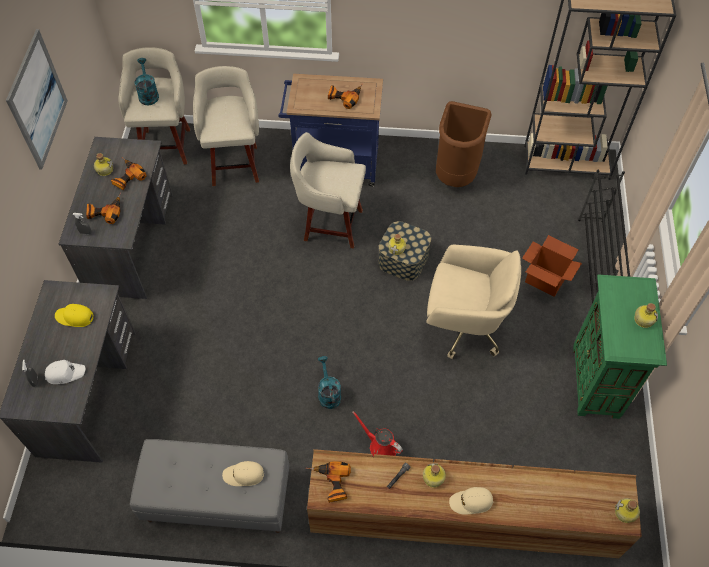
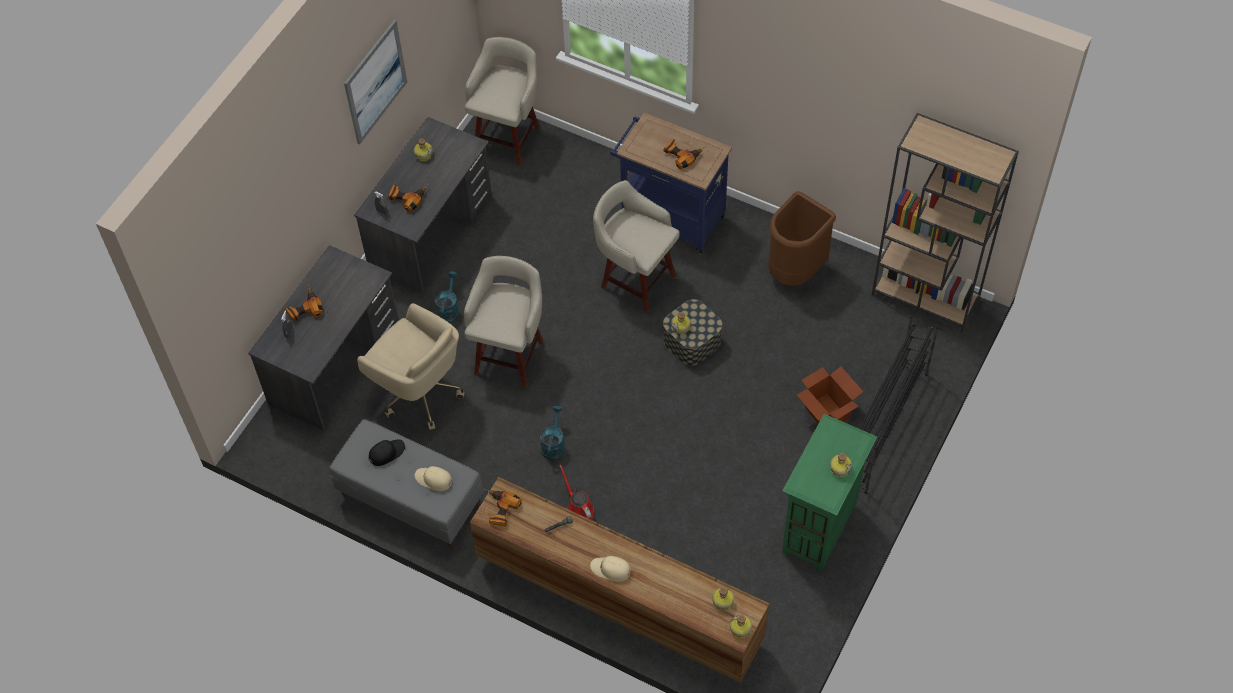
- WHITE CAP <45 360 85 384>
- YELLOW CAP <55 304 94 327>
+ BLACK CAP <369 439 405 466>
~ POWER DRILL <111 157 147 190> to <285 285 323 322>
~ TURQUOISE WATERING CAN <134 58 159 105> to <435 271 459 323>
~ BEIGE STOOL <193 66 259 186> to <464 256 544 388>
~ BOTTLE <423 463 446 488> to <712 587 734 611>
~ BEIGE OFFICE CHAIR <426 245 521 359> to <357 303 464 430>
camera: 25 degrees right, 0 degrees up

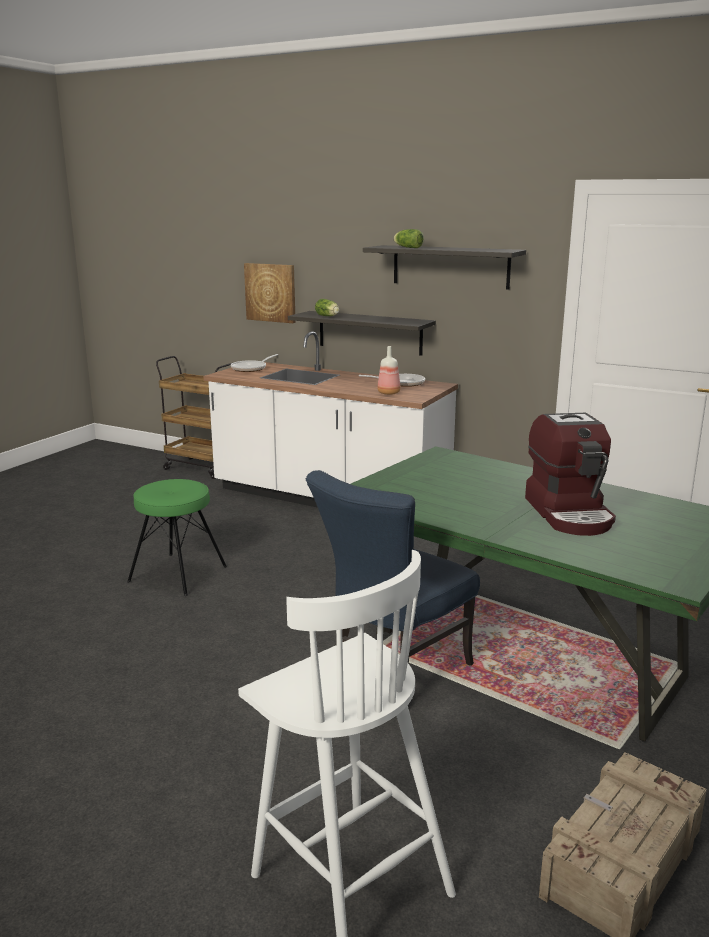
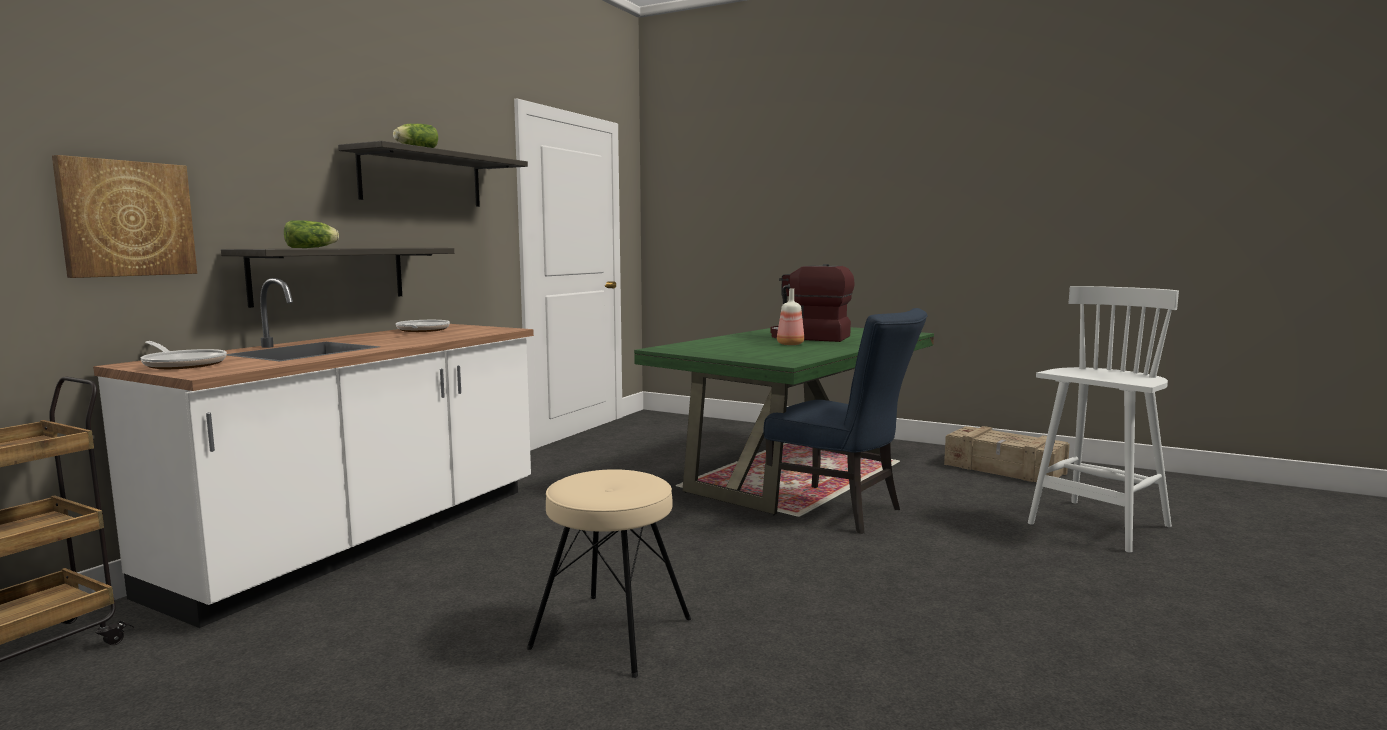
~ BOTTLE <377 346 401 395> to <777 288 804 345>
~ GREEN STOOL <127 479 227 596> to BEIGE STOOL <527 469 691 678>
~ COFFEE MACHINE <525 413 616 536> = <770 264 855 342> 150 degrees counterclockwise
camera: 90 degrees left, 10 degrees down

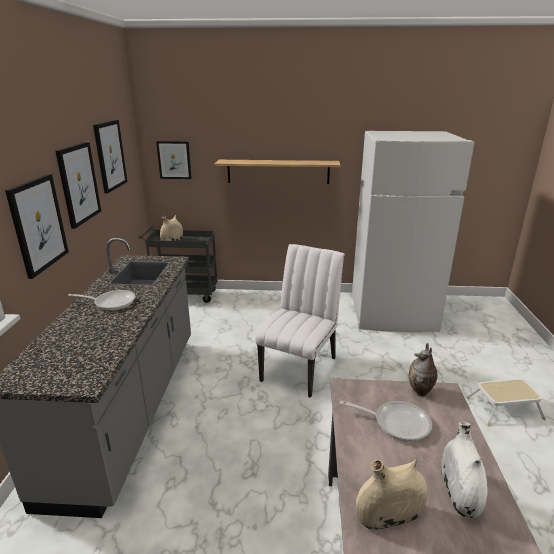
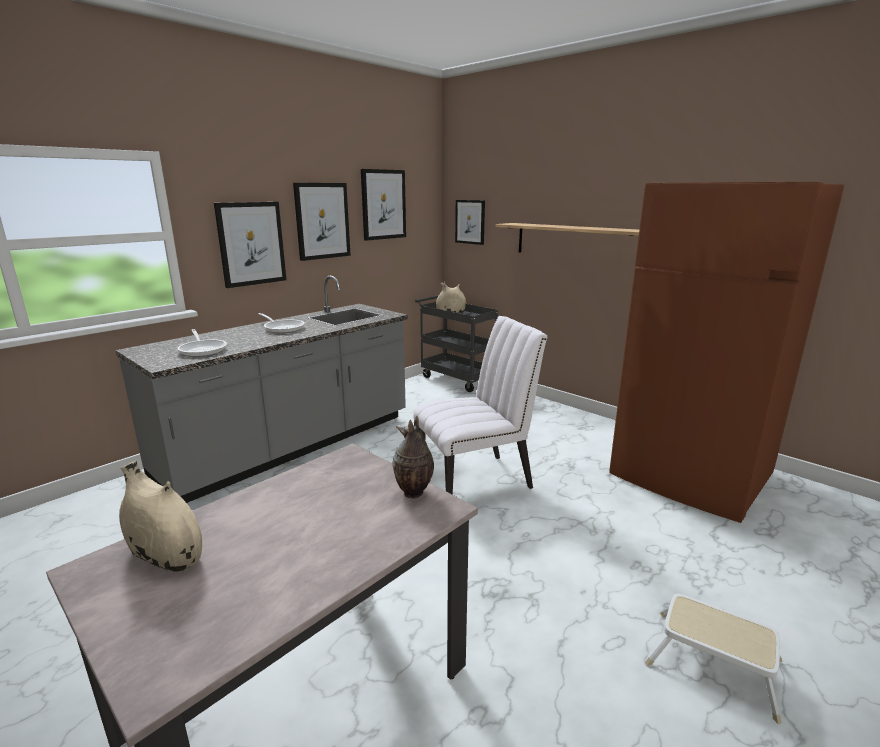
- WHITE VASE <442 422 487 518>
~ FRYING PAN <340 401 432 442> to <178 329 227 357>
~ WHITE FRIDGE <352 131 474 332> to BROWN FRIDGE <609 182 844 523>
camera: 40 degrees right, 5 degrees down

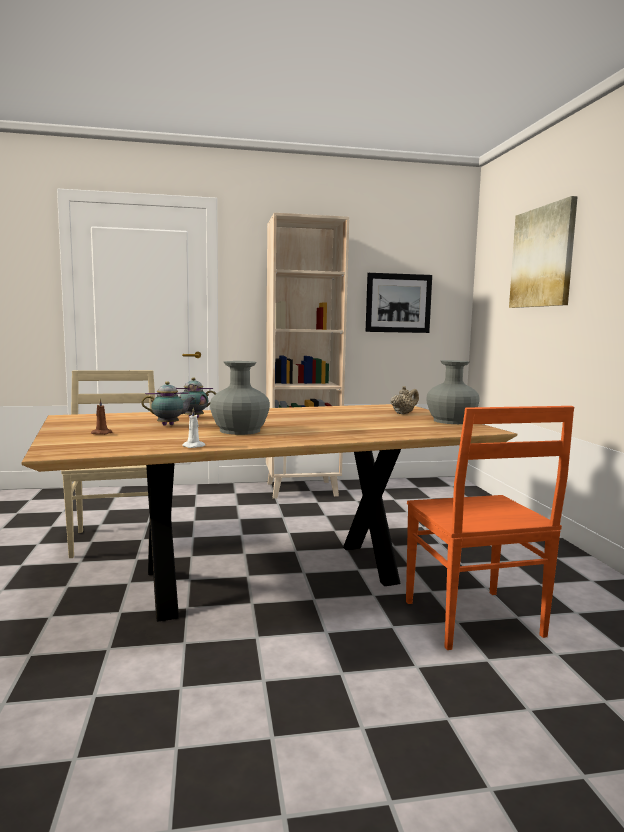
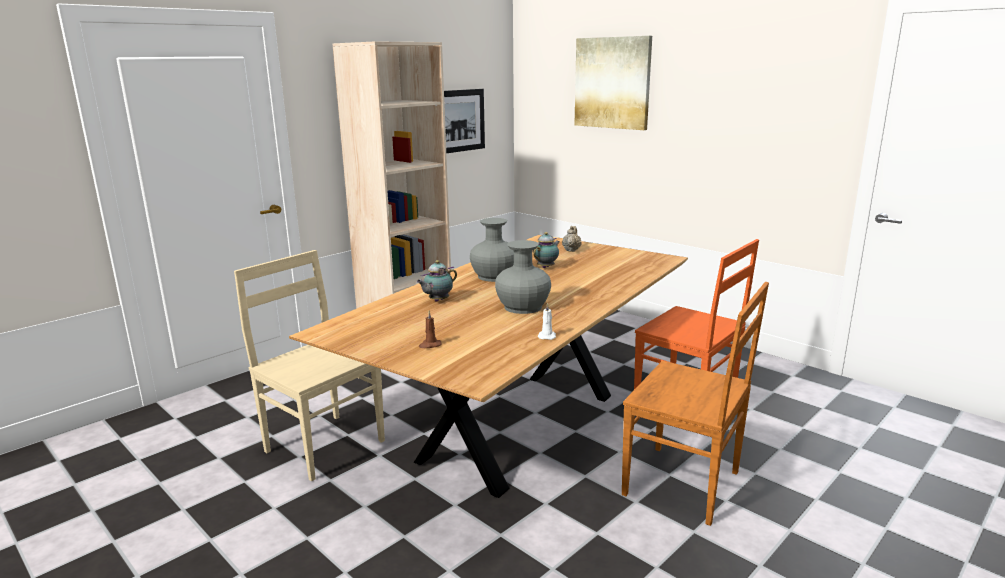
+ BROWN CHAIR <622 282 769 526>
~ TEAPOT <141 381 195 426> to <533 232 560 268>
~ GREY VASE <426 360 480 424> to <470 218 514 282>
camera: 35 degrees left, 10 degrees up

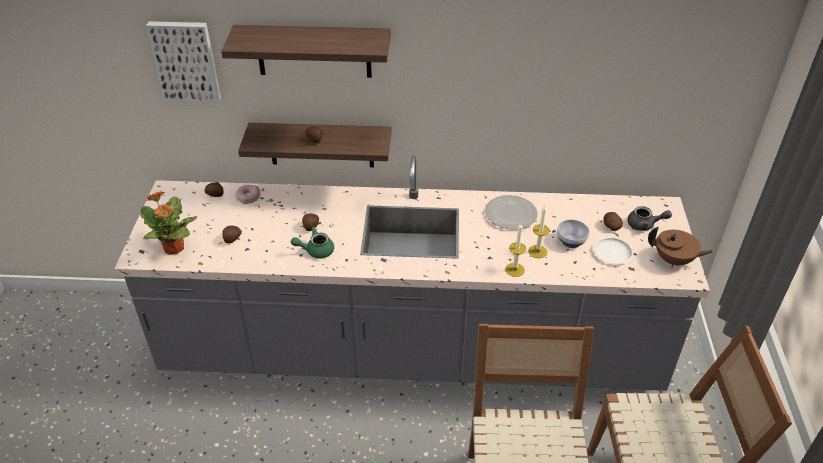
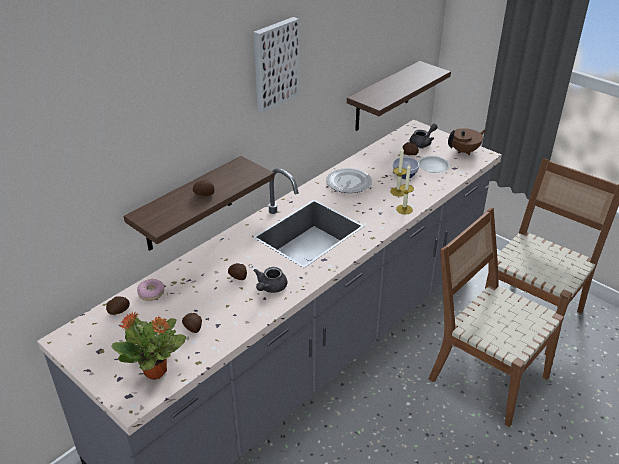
~ PICTURE <146 21 221 103> to <254 17 300 112>
~ SHELF <221 25 391 78> to <347 61 451 131>
~ GREEN TEAPOT <291 227 334 259> to GREY TEAPOT <253 267 287 293>
camera: 50 degrees left, 5 degrees down

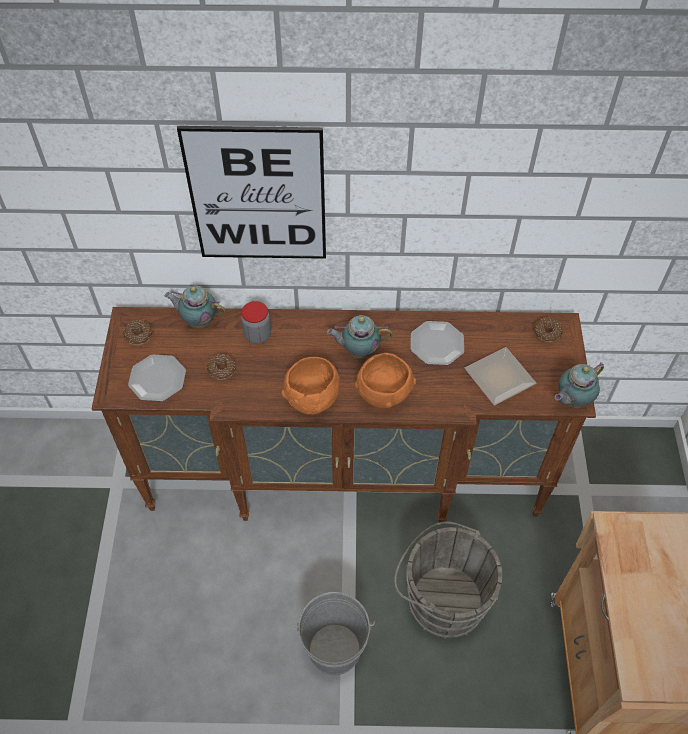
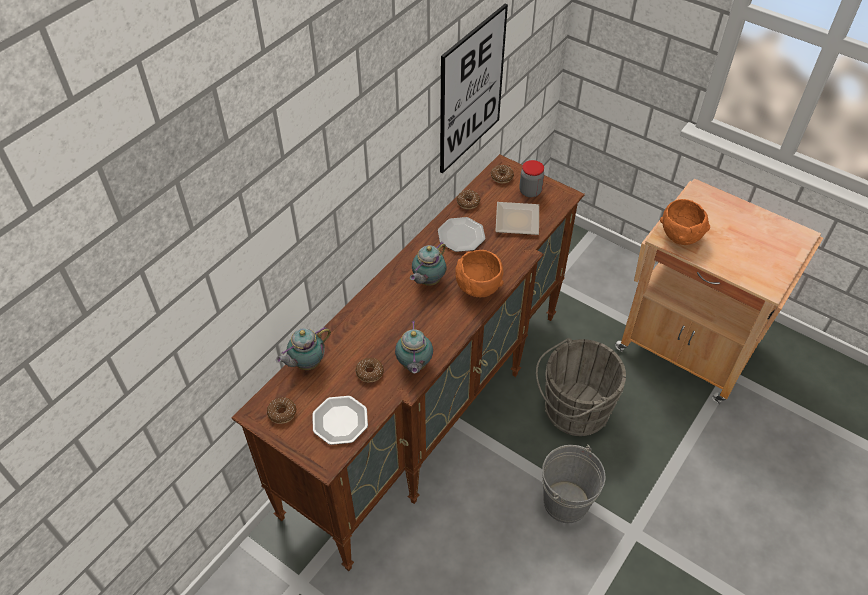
+ DONUT <456 190 480 209>
~ PICTURE <177 126 326 259> to <440 3 508 174>
~ JAR <241 301 271 344> to <519 160 544 197>
~ ORANGE BOWL <281 357 340 415> to <660 199 710 245>
~ TEAPOT <555 362 604 408> to <395 320 433 373>
camera: 55 degrees left, 5 degrees down

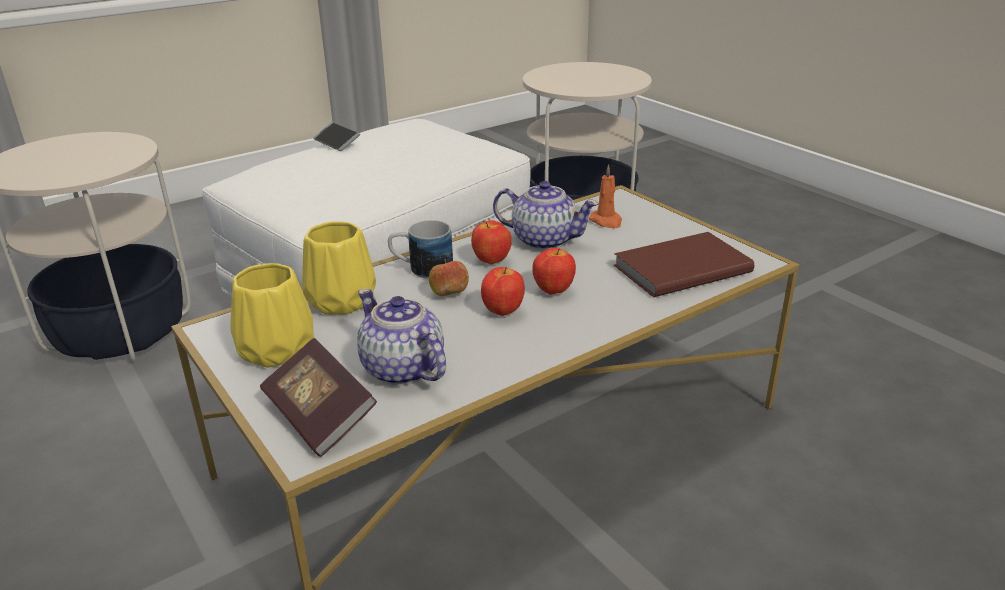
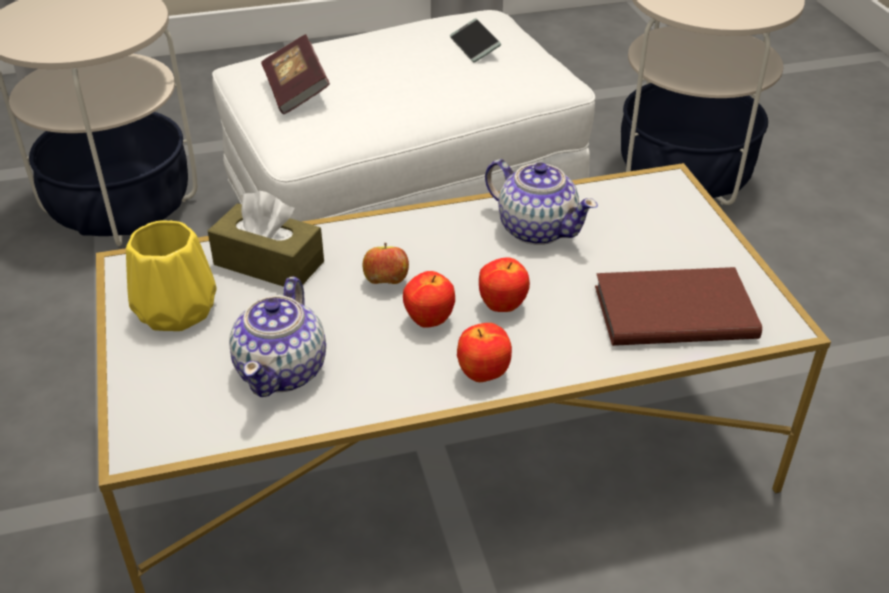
- MUG <388 220 453 279>
- ORANGE CANDLE <589 164 622 228>
~ BOOK <260 338 377 457> to <261 34 330 114>
~ PHONE <313 122 360 151> to <450 18 501 63>
~ APPLE <471 220 512 264> to <457 323 512 382>
~ YELLOW VASE <302 221 376 315> to BROWN TISSUE BOX <208 191 324 287>
~ TEAPOT <357 289 446 385> = <229 277 326 397> 150 degrees counterclockwise
camera: 20 degrees right, 10 degrees up

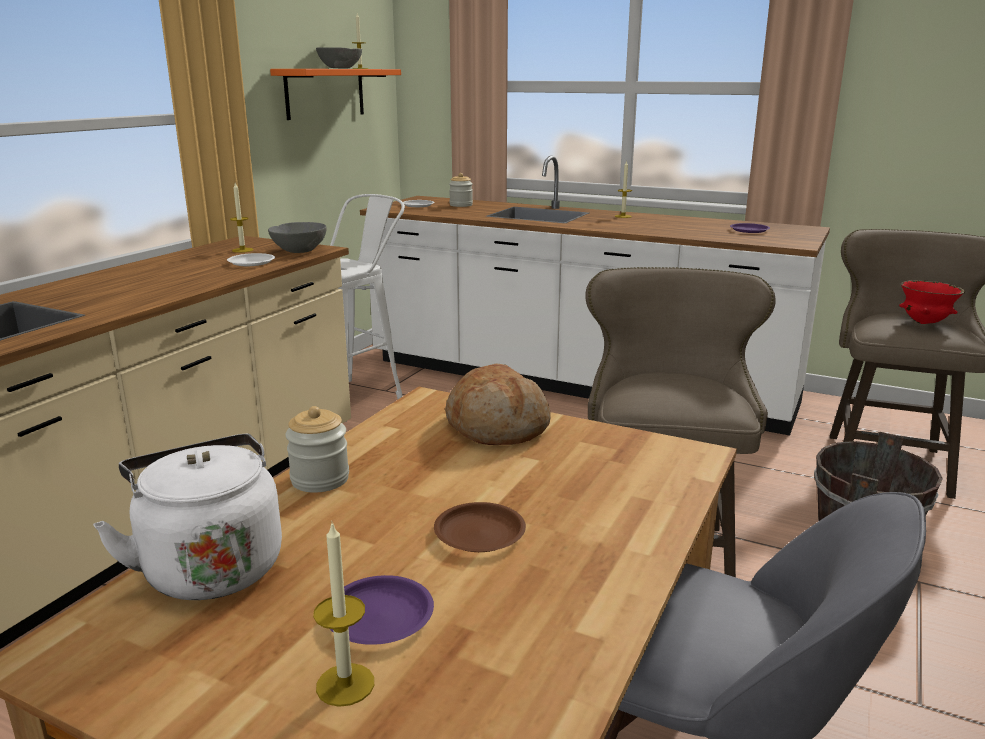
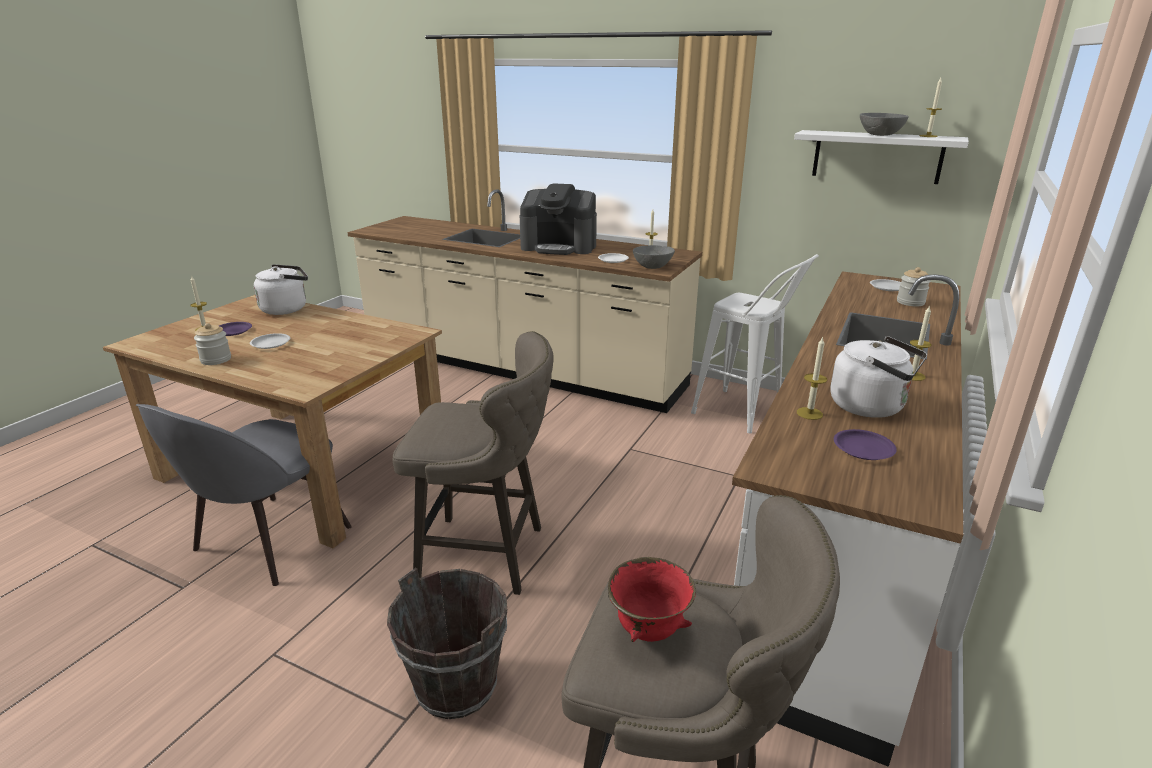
- BREAD <445 363 551 445>
+ COFFEE MACHINE <520 183 597 255>
+ CANDLE <797 336 827 420>
+ WHITE KETTLE <830 336 927 418>
~ JAR <285 406 349 493> to <194 323 231 365>
~ ORANGE SHELF <270 69 401 120> to WHITE SHELF <794 130 969 184>
~ BROWN PLATE <434 502 526 552> to WHITE PLATE <250 333 290 349>
camera: 90 degrees right, 5 degrees up

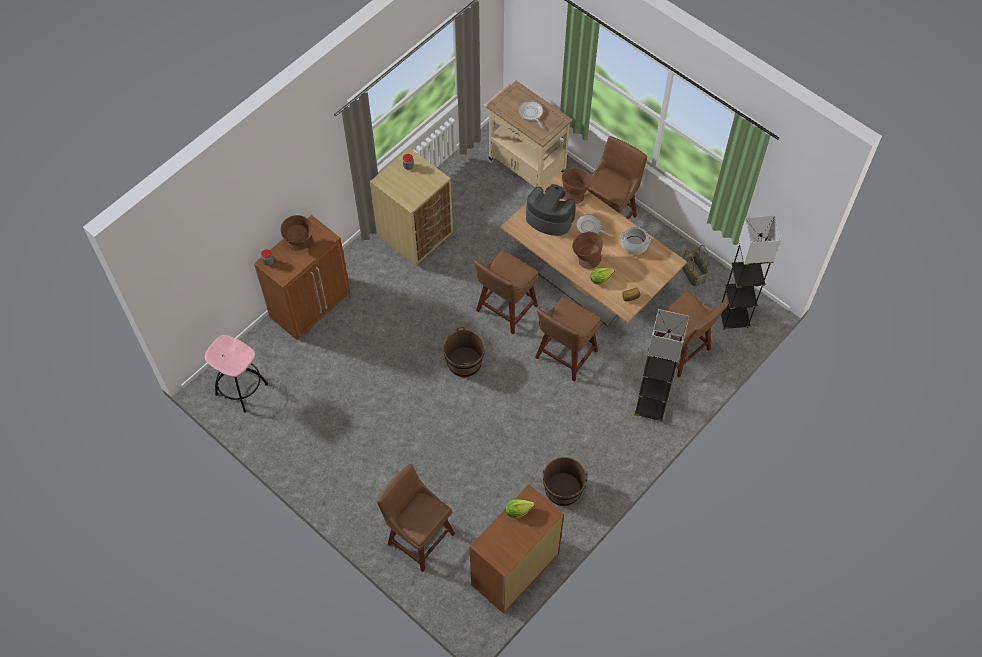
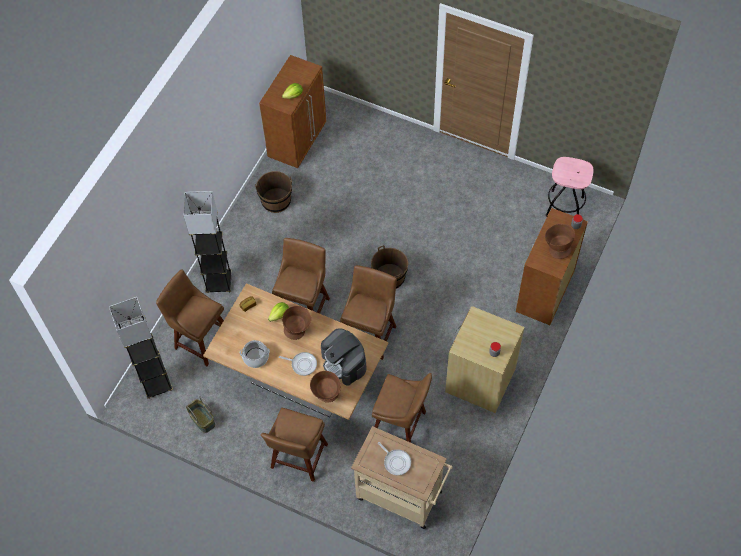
~ BROWN CHAIR <377 464 455 572> to <372 373 432 443>
~ COFFEE MACHINE <526 184 576 236> = <321 328 367 385> 45 degrees clockwise
camera: 165 degrees right, 0 degrees up

